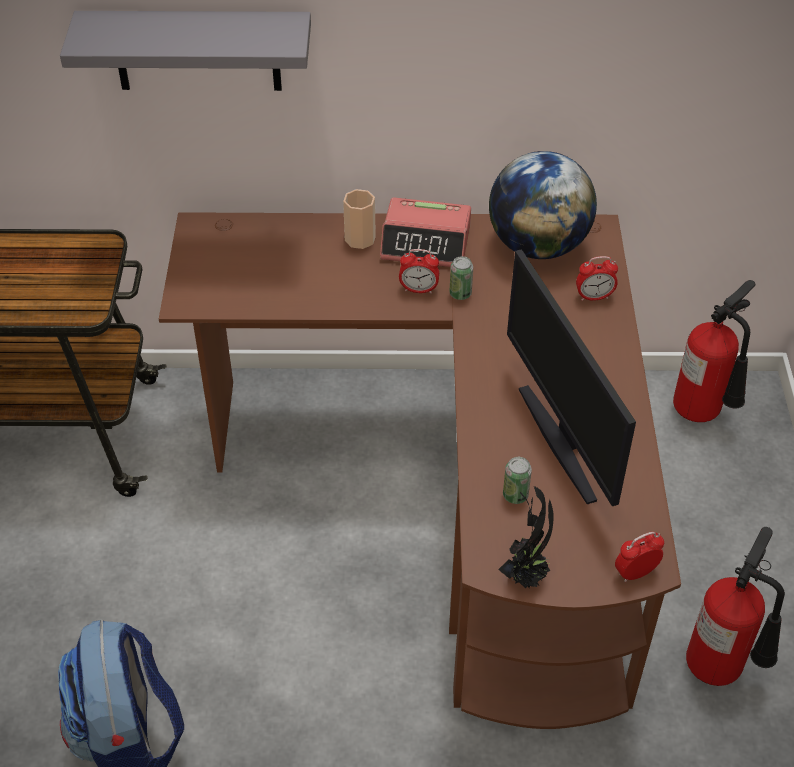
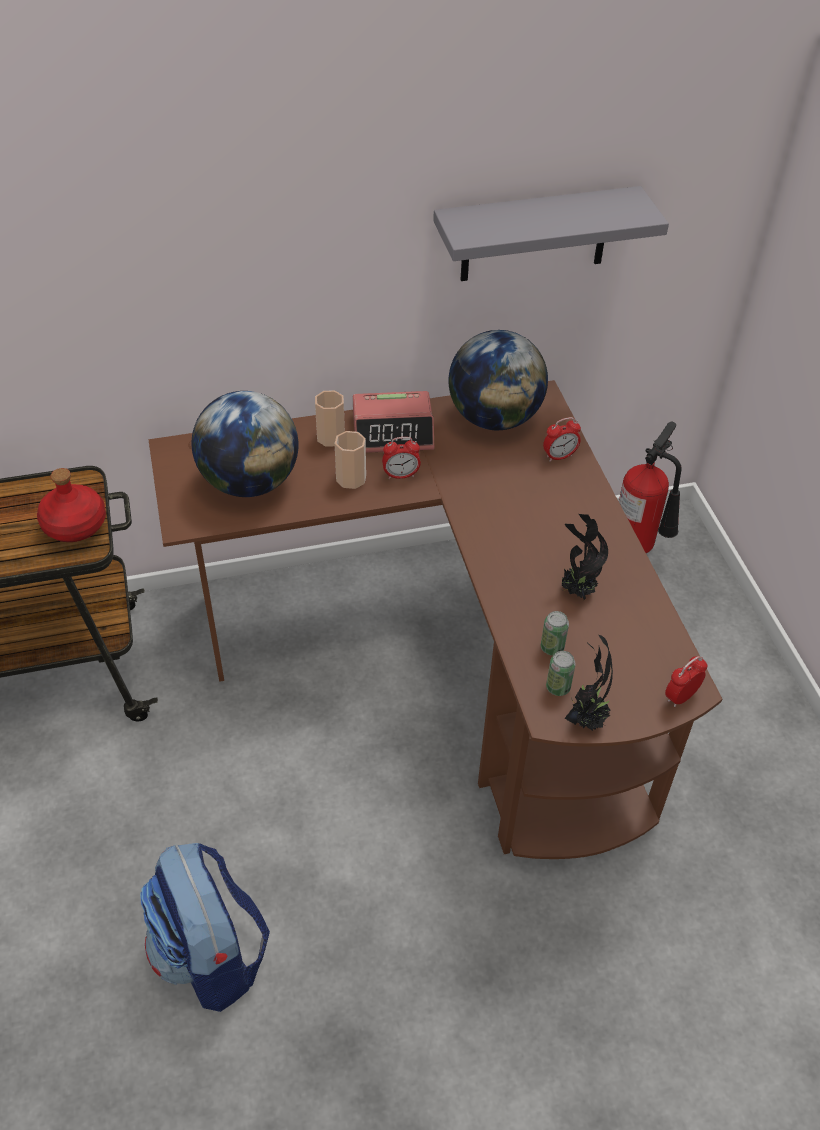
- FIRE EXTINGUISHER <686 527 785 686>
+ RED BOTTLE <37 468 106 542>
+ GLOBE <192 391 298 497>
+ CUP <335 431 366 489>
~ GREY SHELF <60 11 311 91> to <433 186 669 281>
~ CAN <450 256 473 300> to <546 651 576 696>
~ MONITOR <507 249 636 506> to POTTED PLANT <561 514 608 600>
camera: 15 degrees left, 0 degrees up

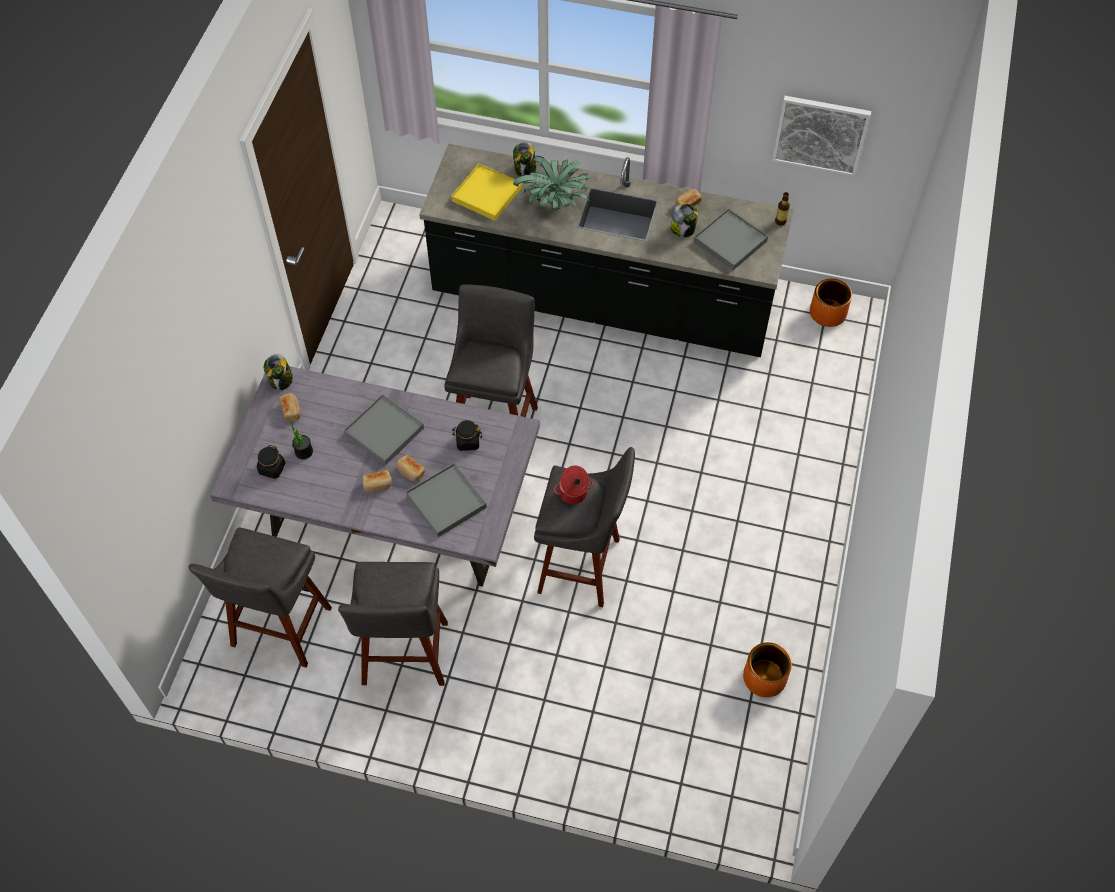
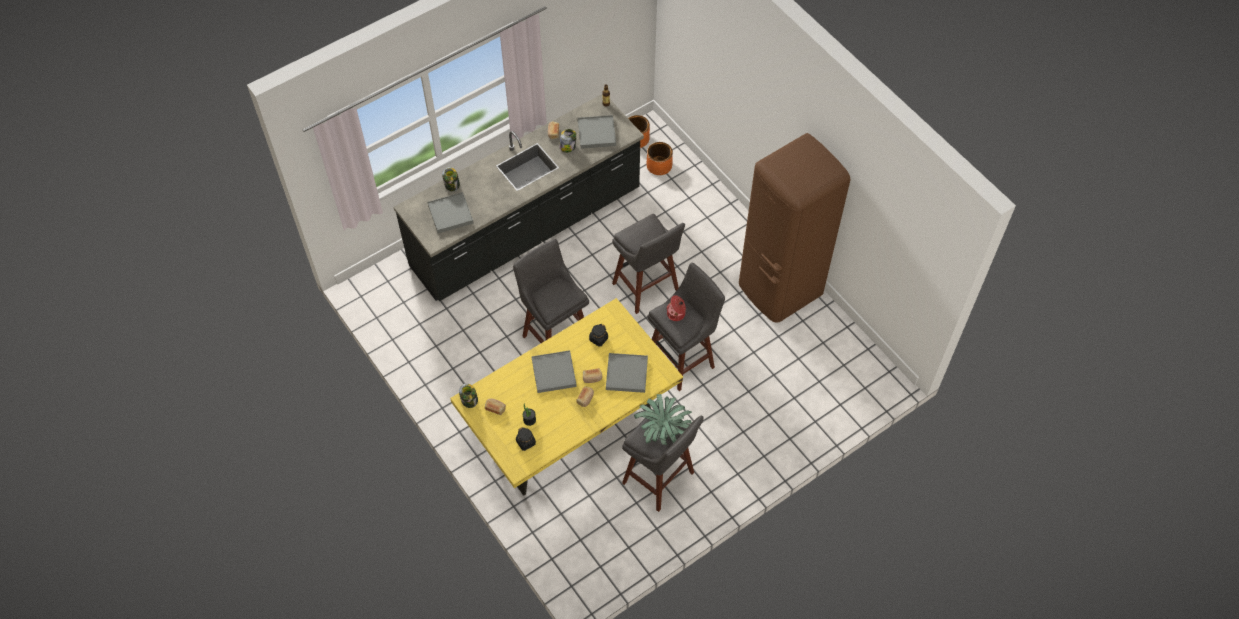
- PICTURE <772 96 871 177>
+ BROWN FRIDGE <739 133 850 323>
~ GREY STOOL <189 528 332 668> to <612 214 685 314>
~ POTTED PLANT <513 156 590 210> to <634 394 692 445>
~ ORANGE PLANTER <743 642 792 697> to <647 142 673 175>
~ GREY DINING TABLE <210 366 540 587> to YELLOW DINING TABLE <450 298 683 496>
~ YELLOW TRAY <451 164 522 221> to GREY TRAY <427 192 474 233>
camera: 50 degrees left, 0 degrees up

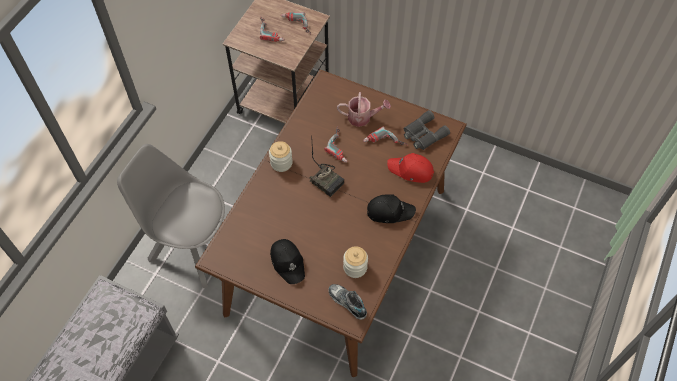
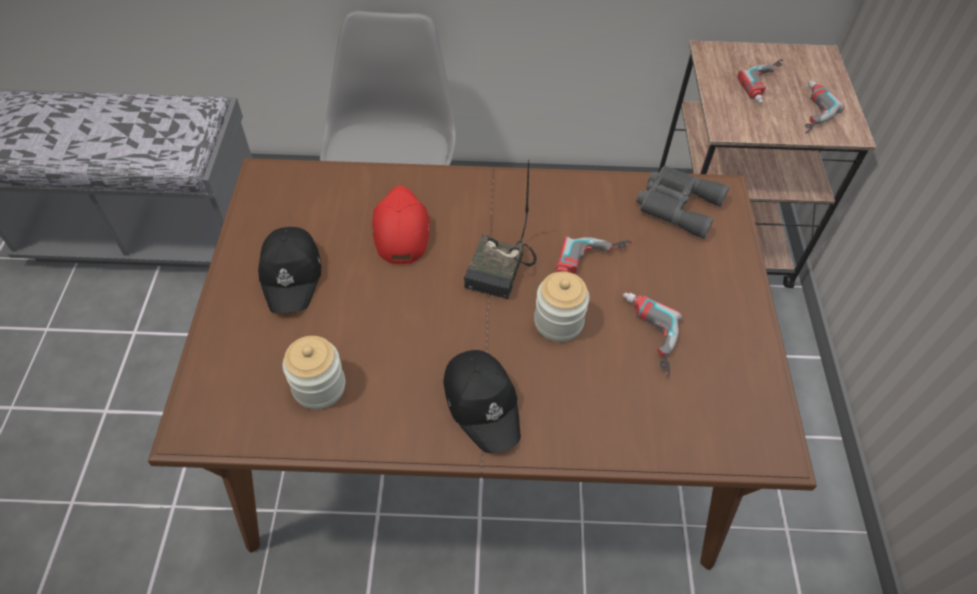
- SHOE <328 284 367 320>
- WATERING CAN <337 92 391 127>
~ JAR <269 141 293 172> to <534 272 589 342>
~ RED CAP <387 153 434 183> to <372 185 430 264>
~ GREY BINOCULARS <404 110 450 150> to <636 166 729 239>
~ BLACK CAP <270 239 305 284> = <258 227 321 313> 45 degrees counterclockwise
camera: 65 degrees right, 5 degrees down

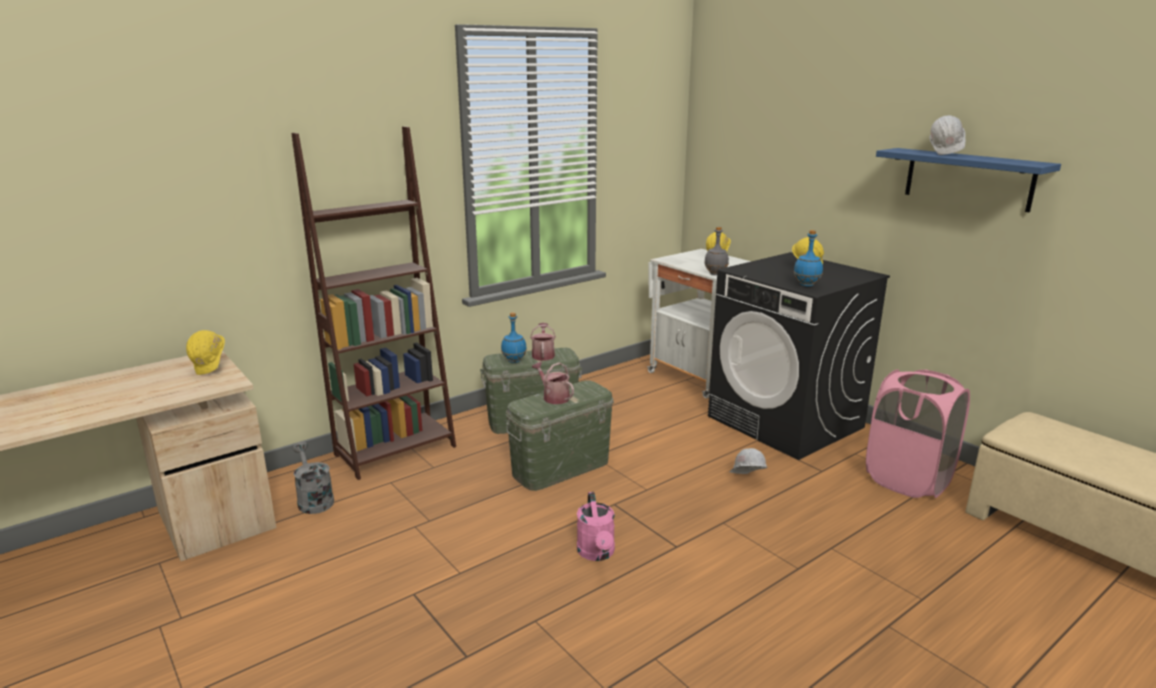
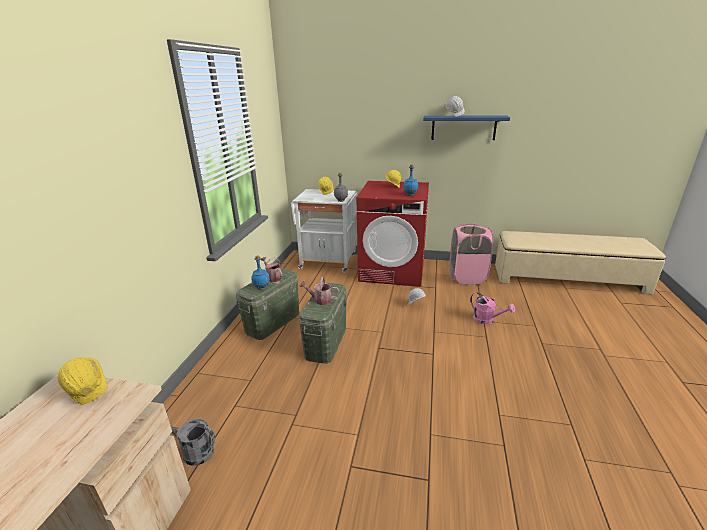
- BROWN BOOKCASE <291 126 456 480>
~ PINK WATERING CAN <577 492 615 561> to <470 293 515 324>
~ BLACK WASHING MACHINE <708 252 890 460> to RED WASHING MACHINE <357 181 429 287>
camera: 40 degrees left, 5 degrees up

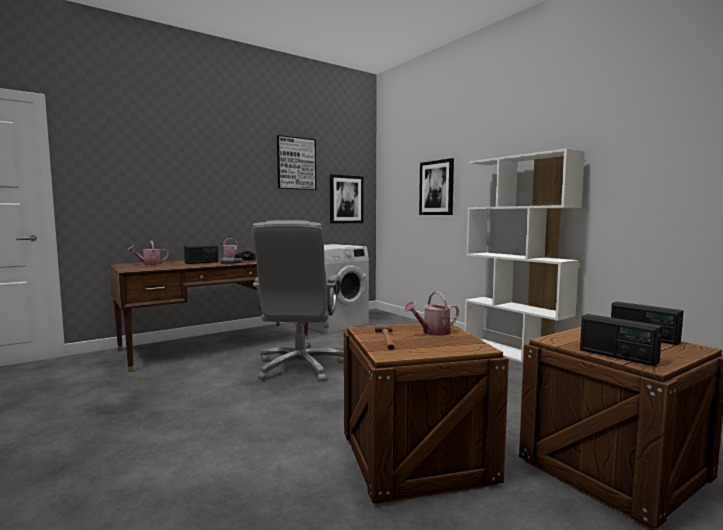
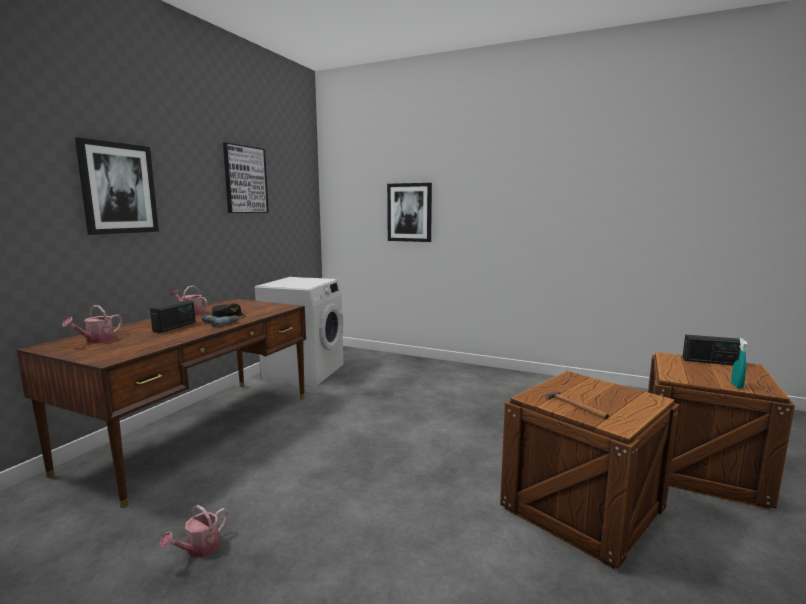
- GREY OFFICE CHAIR <253 220 344 382>
- WHITE BOOKCASE <464 148 585 363>
~ PICTURE <330 174 364 224> to <75 137 159 235>
~ WATERING CAN <404 291 459 336> to <160 505 228 557>
~ RADIO <580 314 662 366> to TURQUOISE SPRAY BOTTLE <731 338 748 389>
camera: 30 degrees left, 5 degrees up

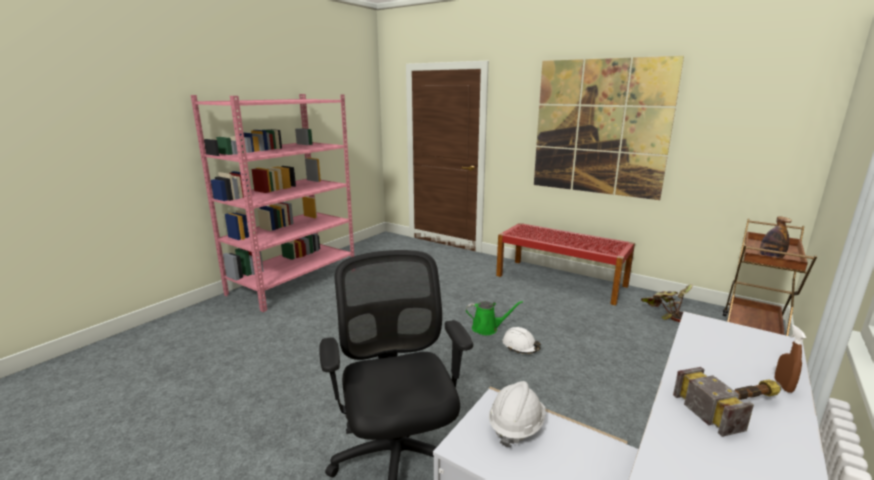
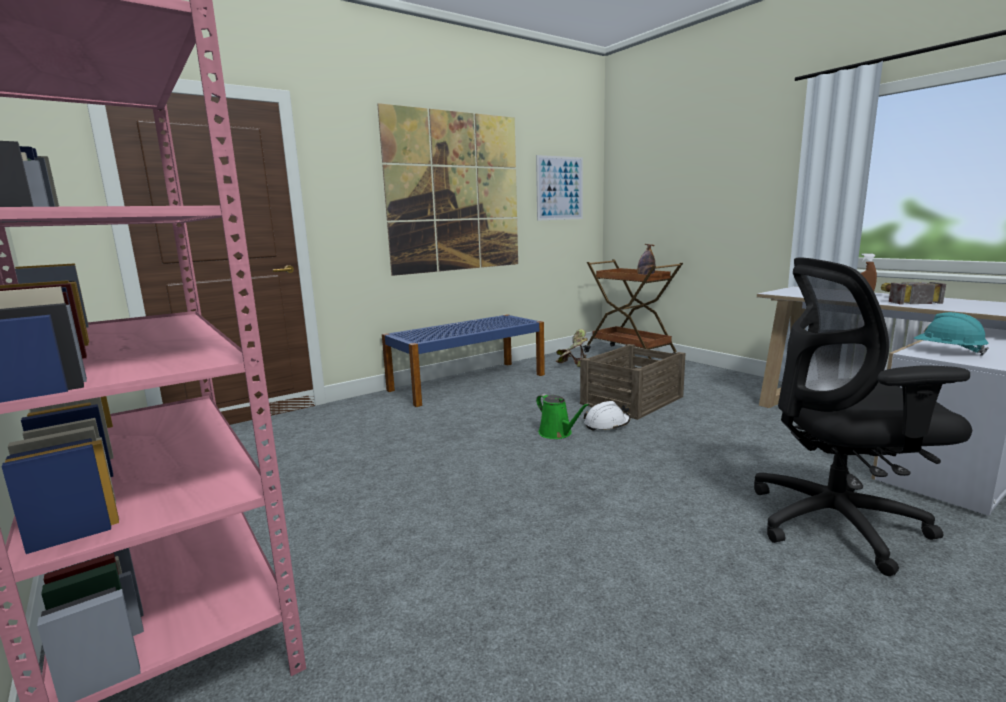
+ PICTURE <536 155 583 221>
+ CRATE <580 344 685 420>
~ WHITE HARD HAT <489 381 545 447> to TURQUOISE HARD HAT <914 312 989 356>
~ RED BENCH <496 223 635 306> to BLUE BENCH <382 314 545 407>
~ GREEN WATERING CAN <466 301 523 335> = <536 394 590 439> 120 degrees clockwise
camera: 70 degrees left, 5 degrees down

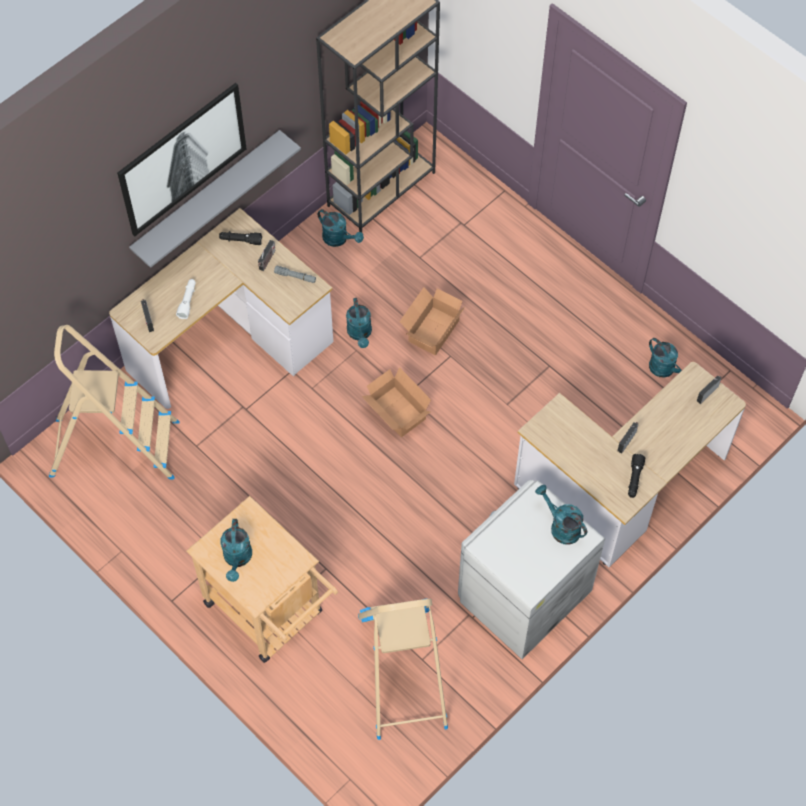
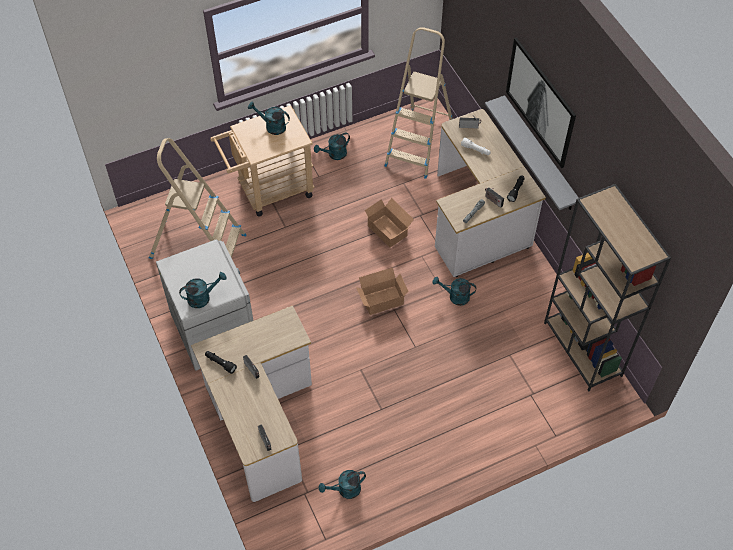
~ TURQUOISE WATERING CAN <317 209 364 247> to <314 133 350 160>
~ CARDBOARD BOX <400 287 466 355> to <365 198 414 248>
camera: 110 degrees right, 5 degrees down

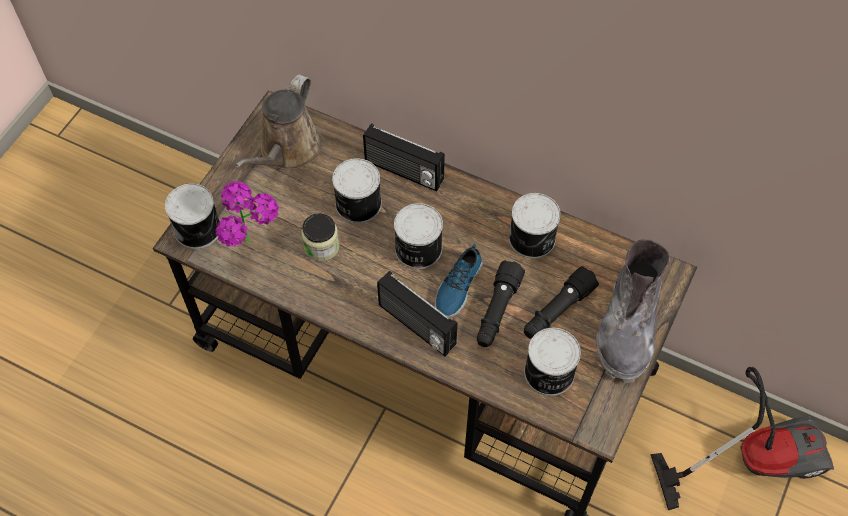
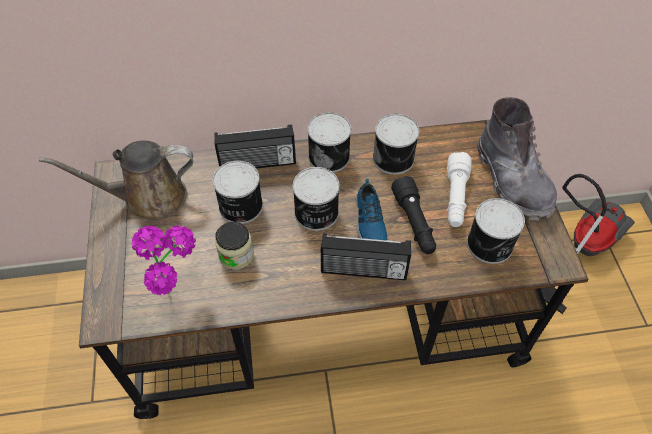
~ CAN <165 183 220 249> to <307 112 351 173>
~ BLACK FLASHLIGHT <524 266 599 339> to WHITE FLASHLIGHT <447 152 472 227>
~ BROWN WATERING CAN <235 74 322 170> = <39 141 193 220> 90 degrees clockwise
camera: 35 degrees left, 5 degrees down

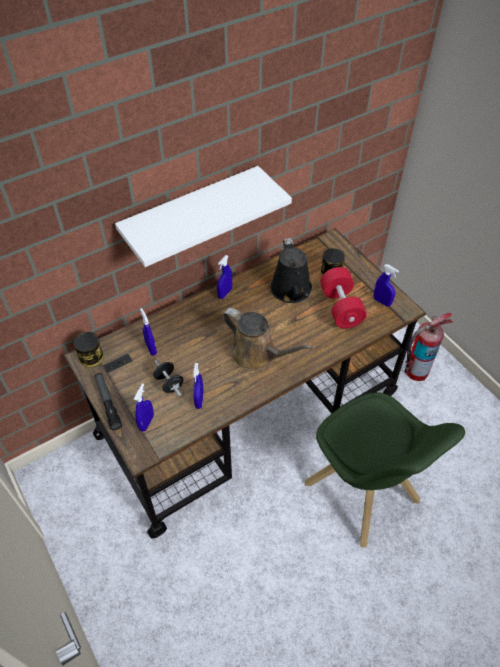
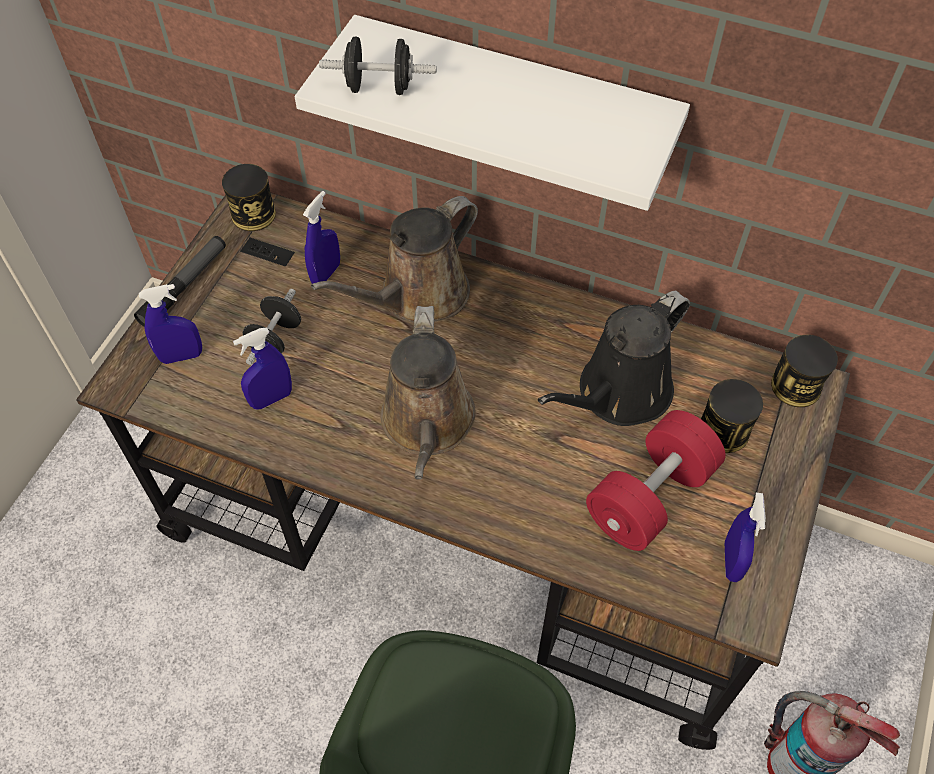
- BLUE SPRAY BOTTLE <217 255 232 299>
+ BROWN WATERING CAN <311 196 478 324>
+ BLACK DUMBBELL <319 36 436 95>
+ CAN <771 335 838 407>
camera: 55 degrees right, 5 degrees up

